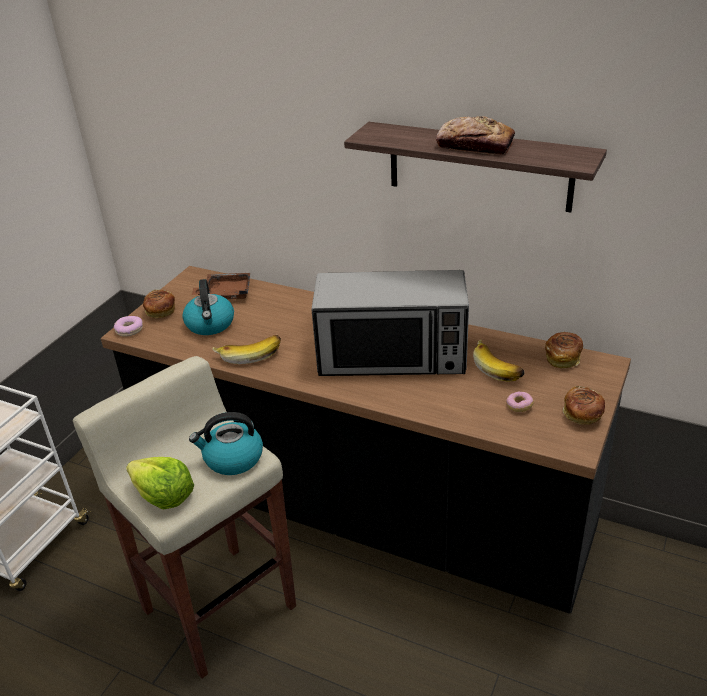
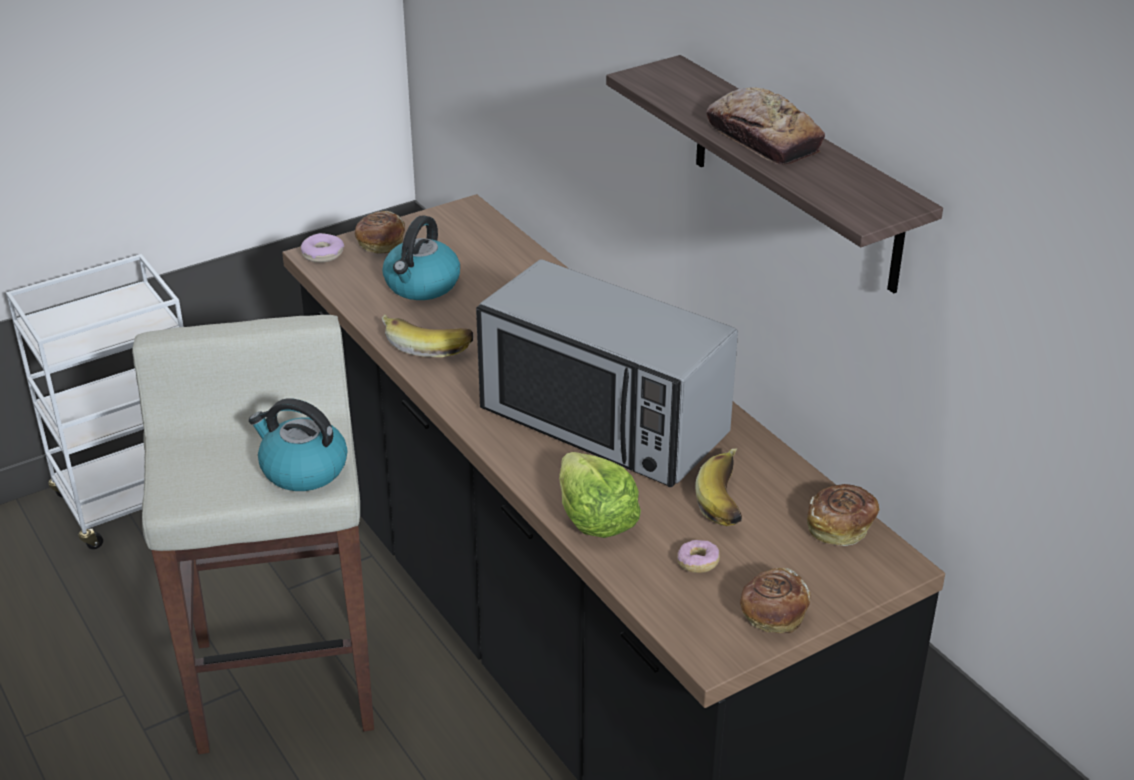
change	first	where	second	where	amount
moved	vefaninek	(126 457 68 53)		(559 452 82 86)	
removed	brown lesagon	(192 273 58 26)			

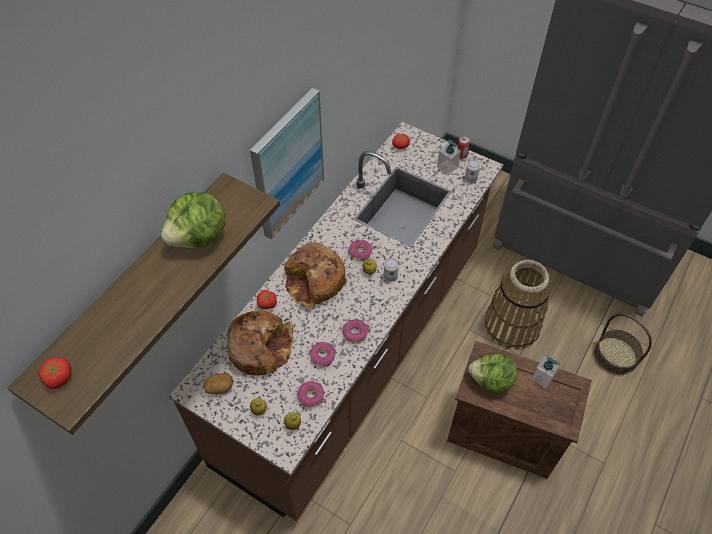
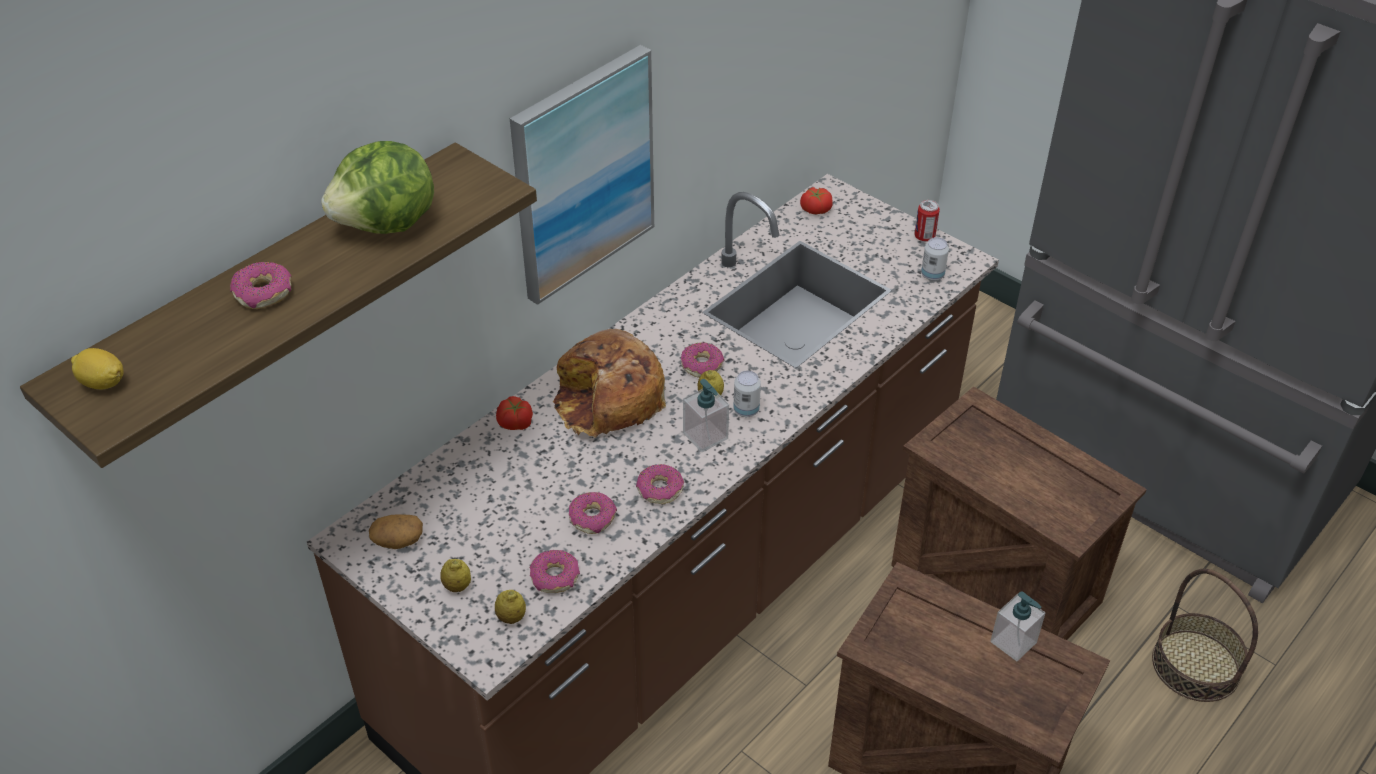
change	first	where	second	where	amount
replaced	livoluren	(39 357 33 32)	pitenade	(71 348 53 41)	
removed	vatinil	(227 311 67 65)			
moved	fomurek	(437 140 24 35)		(683 379 46 73)	
removed	vefaninek	(469 353 48 41)			
replaced	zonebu	(485 260 65 90)	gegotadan	(891 387 256 253)	
added			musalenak	(230 262 62 47)	

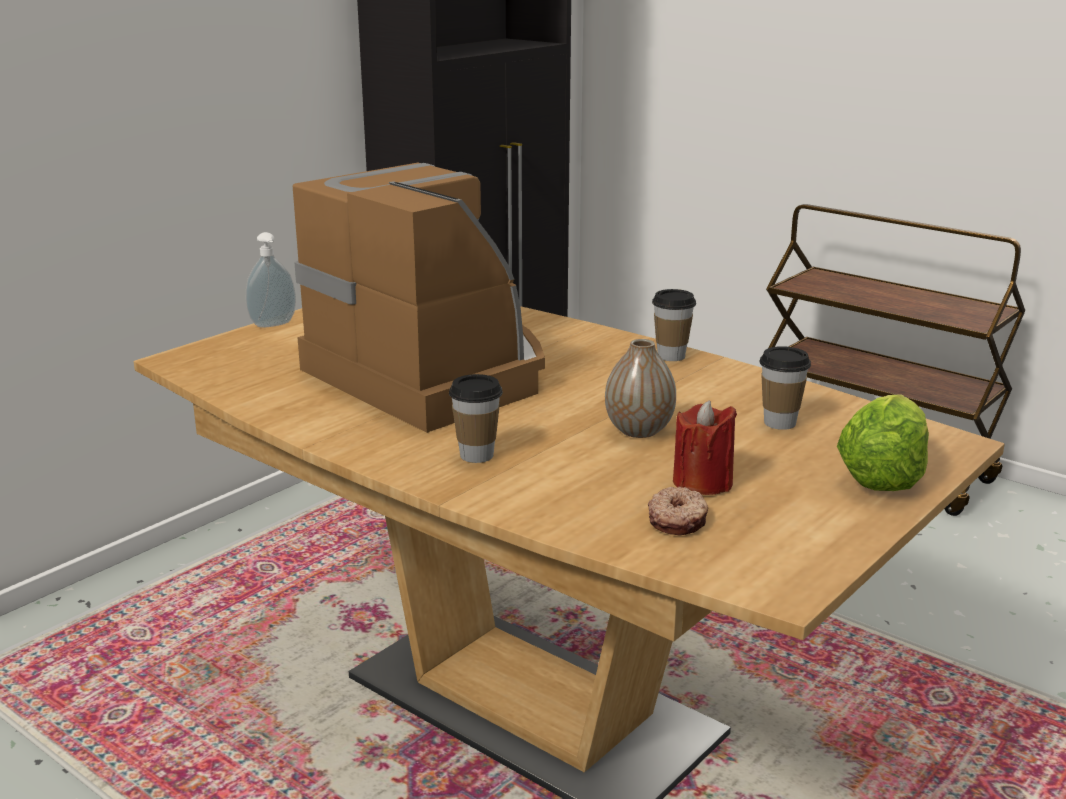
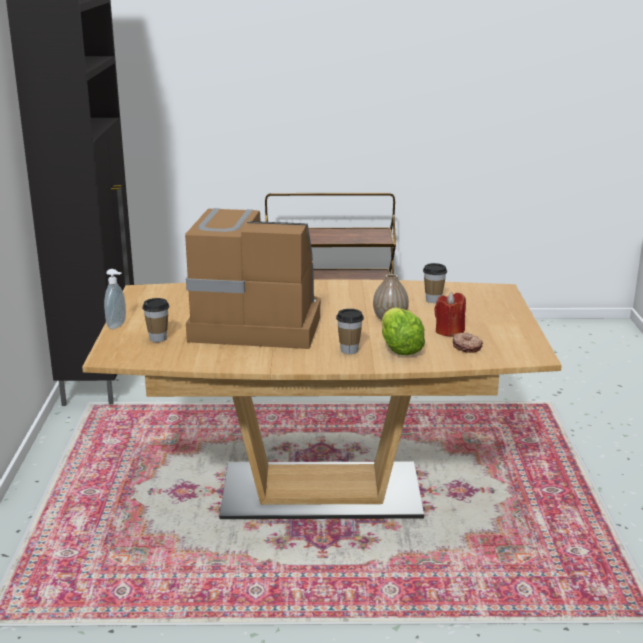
change	first	where	second	where	amount
moved	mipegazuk	(652 289 44 72)		(142 298 28 44)	
moved	vefaninek	(837 394 92 97)		(382 307 43 48)	

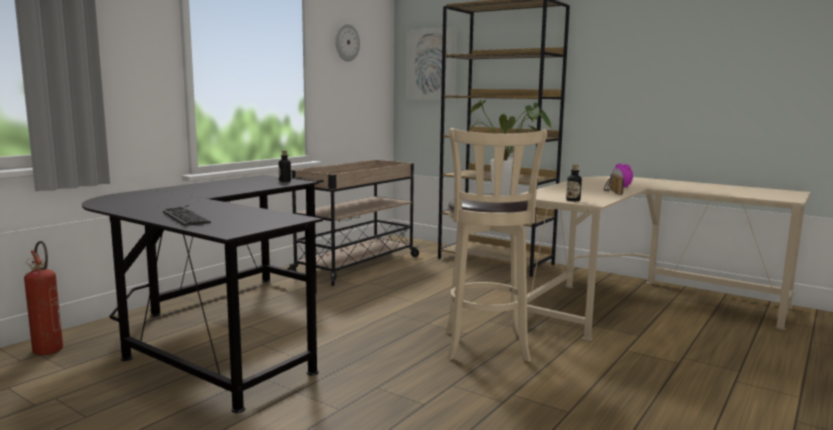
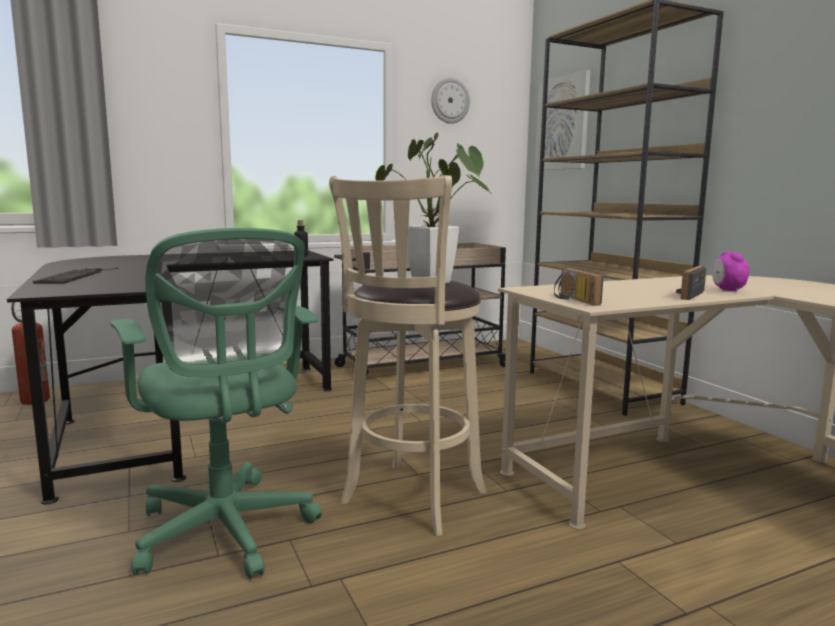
change	first	where	second	where	amount
replaced	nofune	(566 164 16 37)	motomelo	(554 268 49 38)	
added			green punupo	(110 228 212 351)	

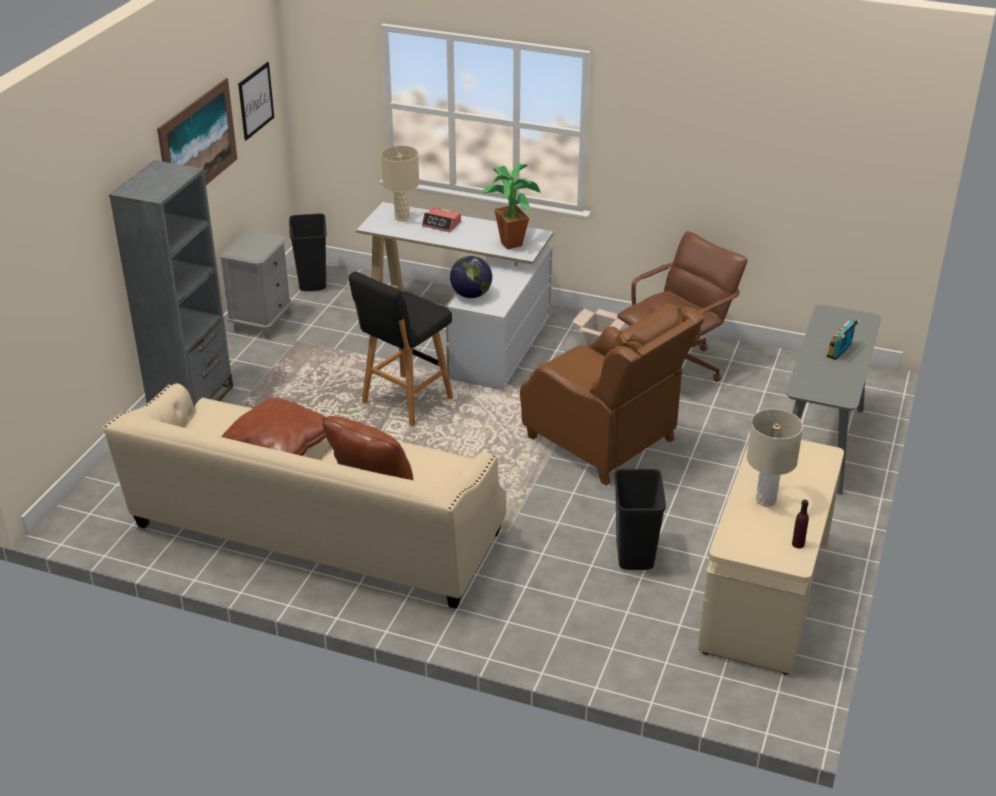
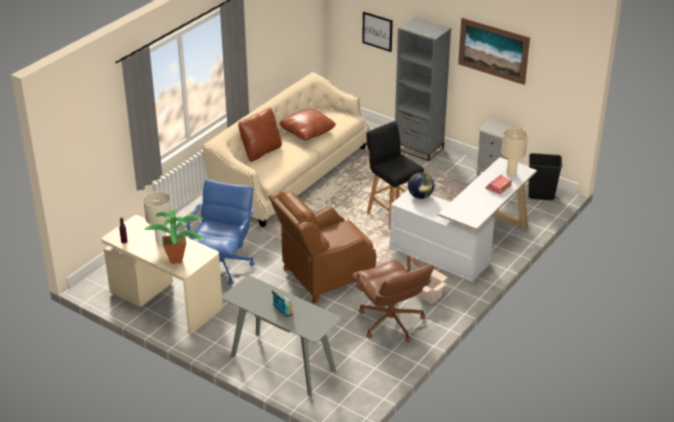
change	first	where	second	where	amount
moved	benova	(238 62 36 78)		(362 11 31 41)	
moved	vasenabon	(481 164 60 86)		(144 209 60 55)	
replaced	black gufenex	(614 469 52 101)	blue punupo	(187 180 68 105)	

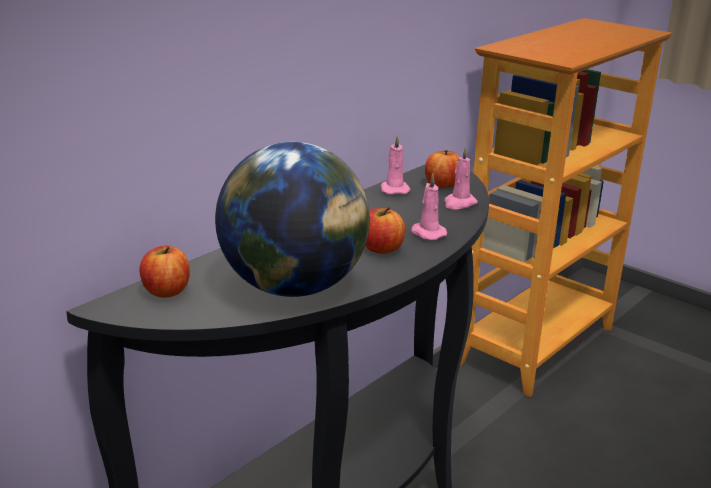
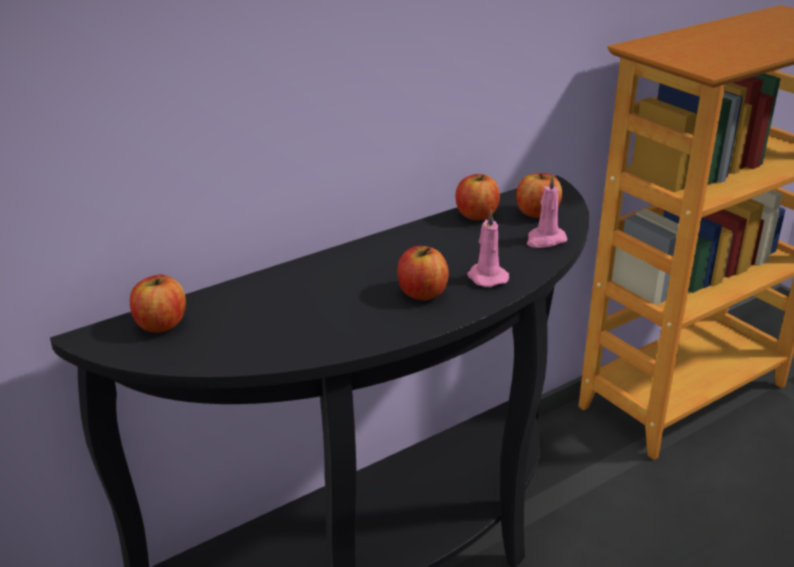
change	first	where	second	where	amount
removed	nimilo	(215 142 155 155)			
replaced	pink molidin	(380 134 31 61)	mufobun	(456 174 44 46)	

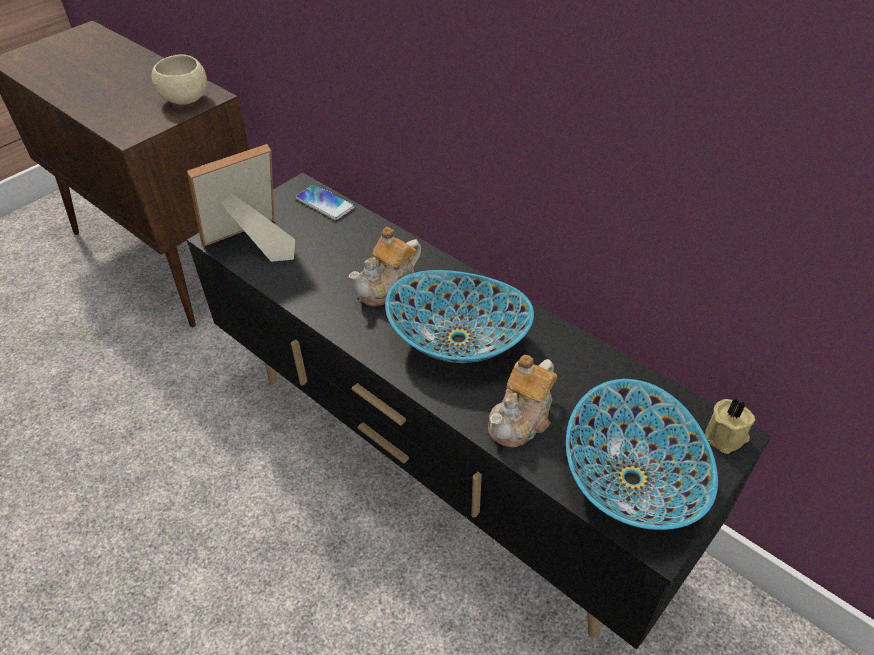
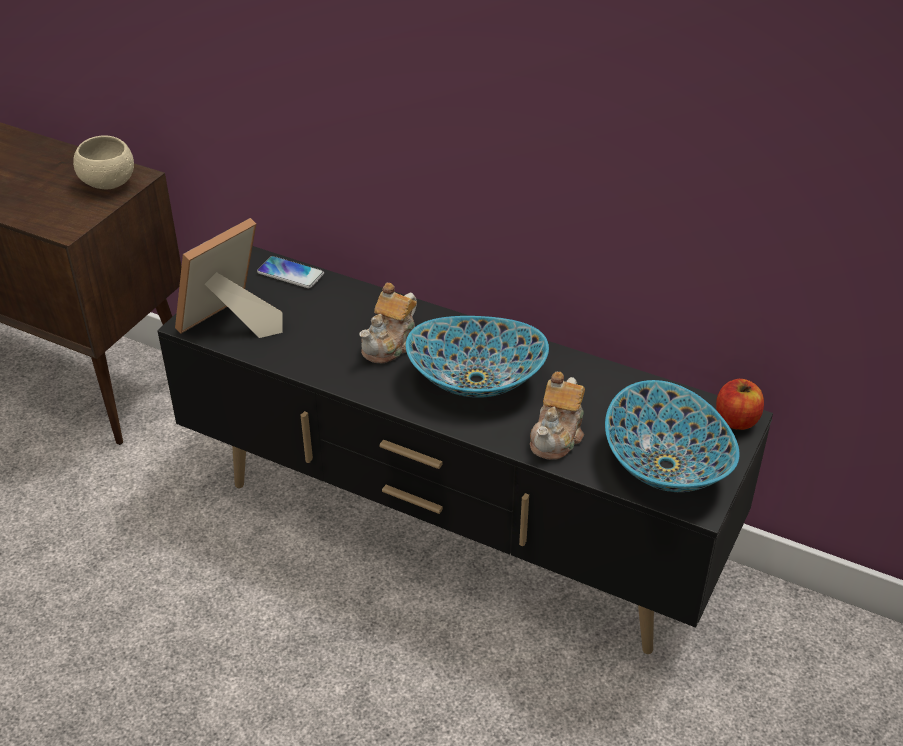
change	first	where	second	where	amount
replaced	beige molidin	(705 399 50 55)	mufobun	(716 379 48 51)	

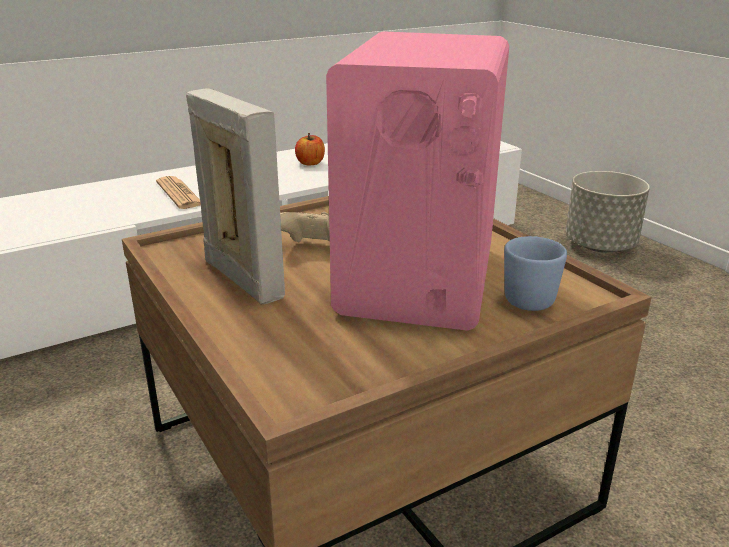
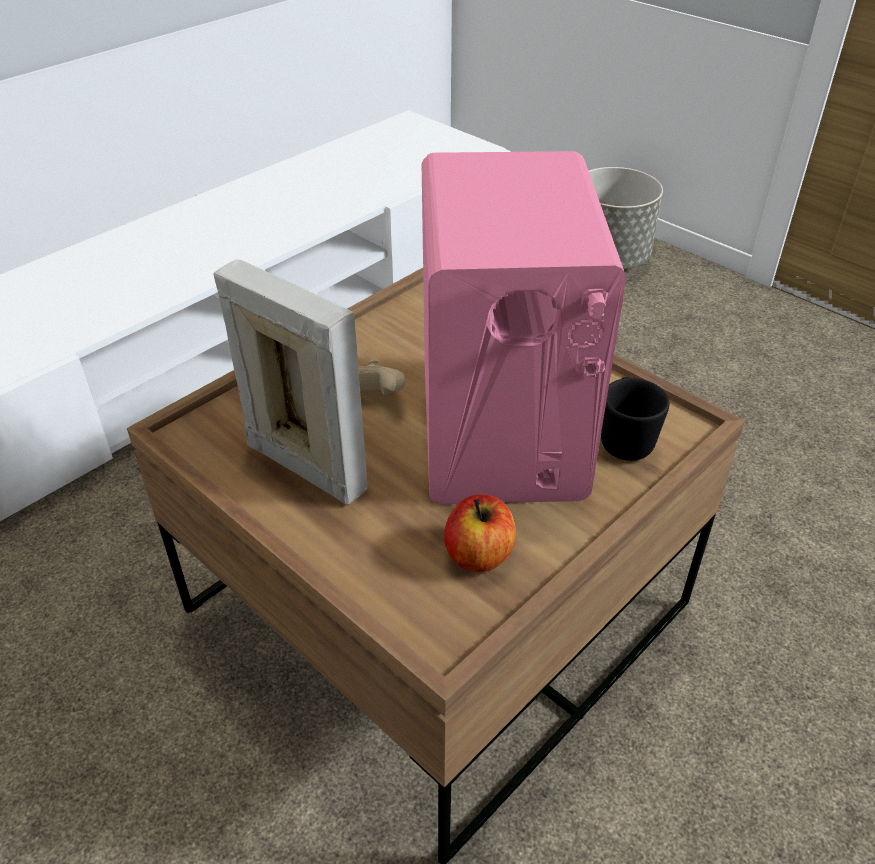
change	first	where	second	where	amount
removed	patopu	(156 176 45 33)			
moved	mufobun	(295 133 30 32)		(444 494 72 79)	
recoloured	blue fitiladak	(504 236 63 75)	black fitiladak	(601 377 68 84)	

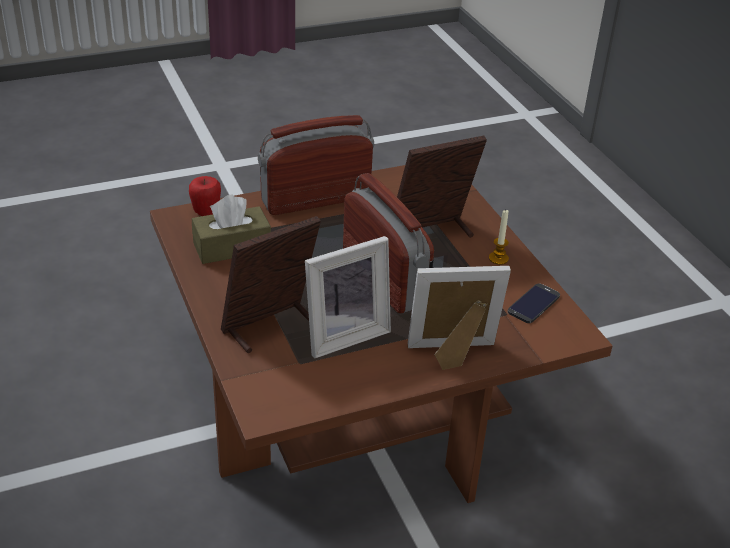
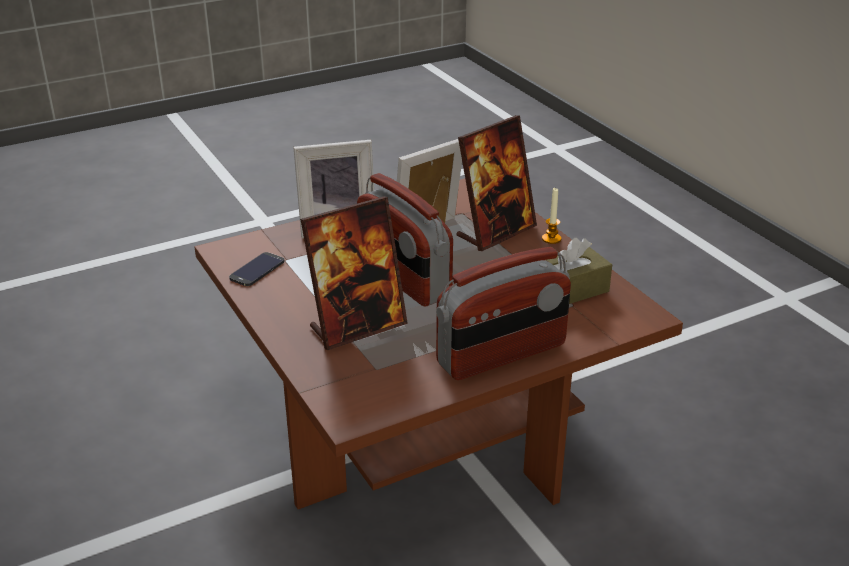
change	first	where	second	where	amount
removed	mufobun	(189 176 32 40)			
moved	molidin	(489 210 20 55)		(542 188 19 56)	

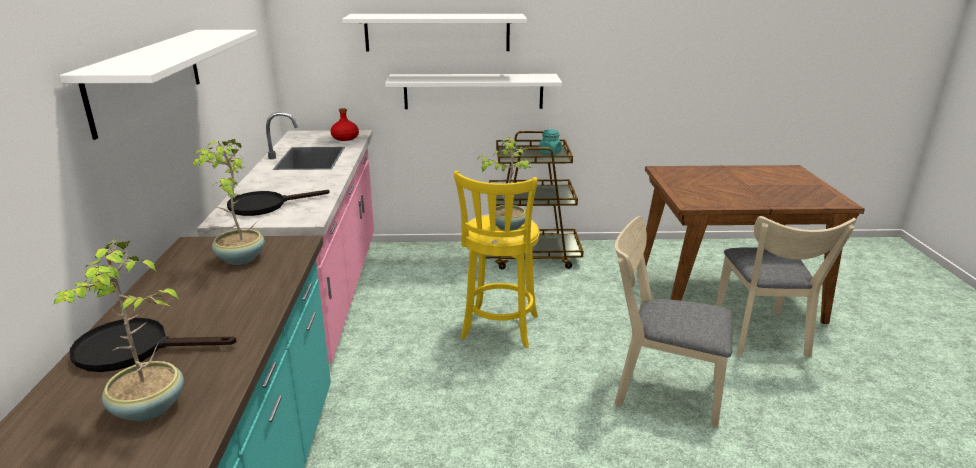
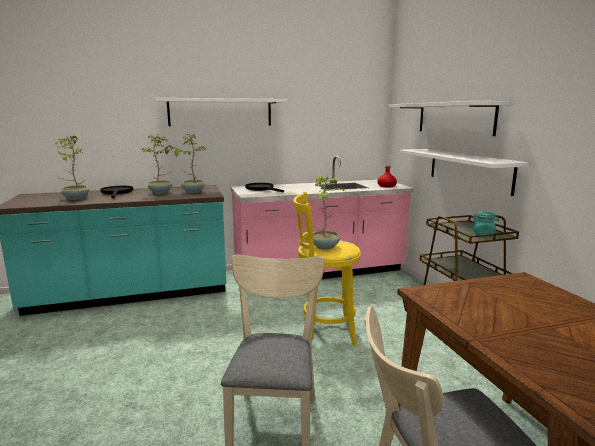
change	first	where	second	where	amount
added			vasenabon	(142 134 31 60)	

